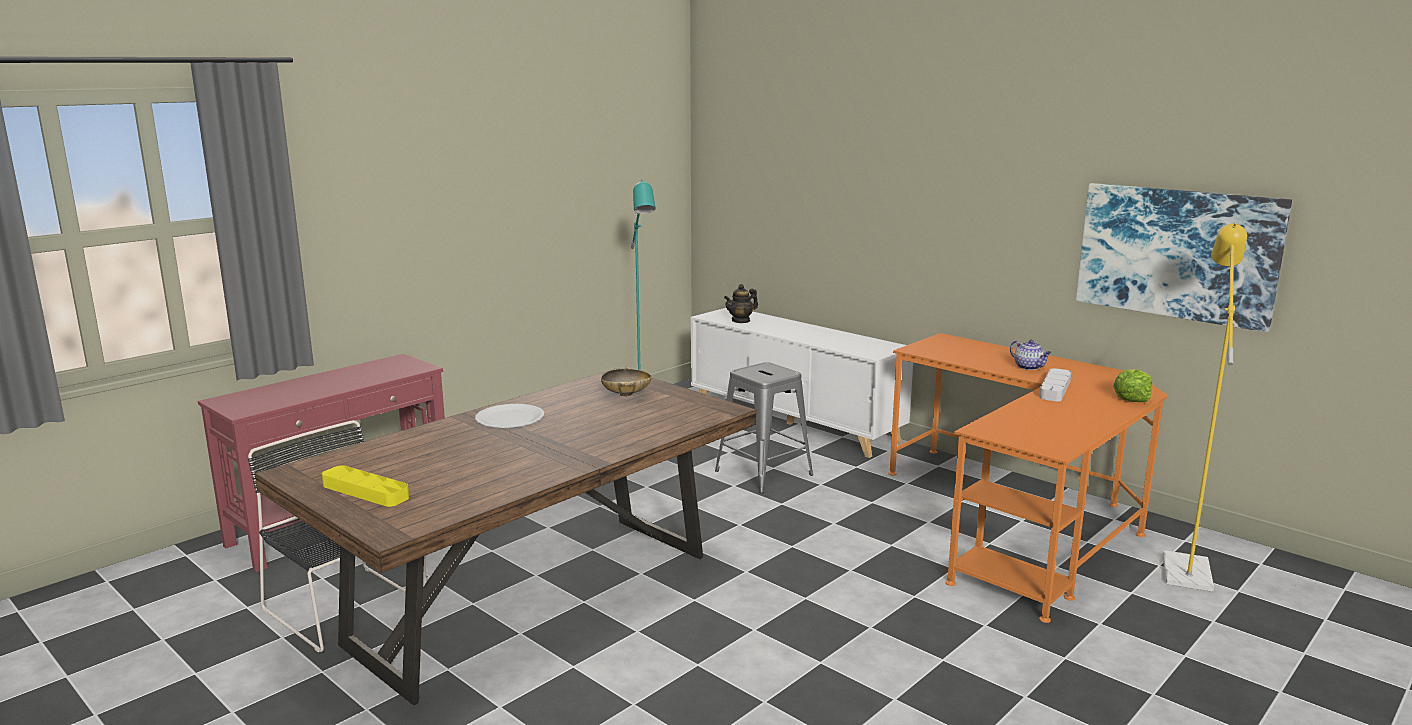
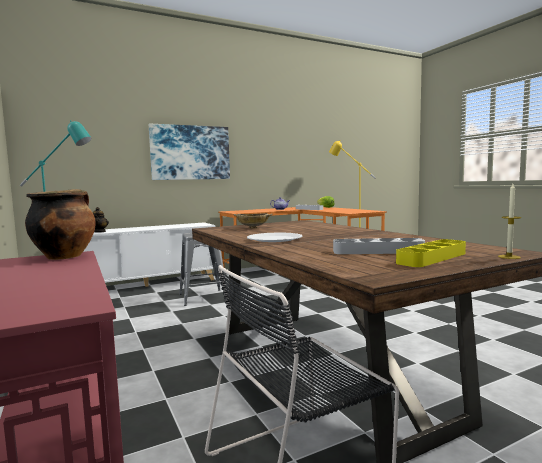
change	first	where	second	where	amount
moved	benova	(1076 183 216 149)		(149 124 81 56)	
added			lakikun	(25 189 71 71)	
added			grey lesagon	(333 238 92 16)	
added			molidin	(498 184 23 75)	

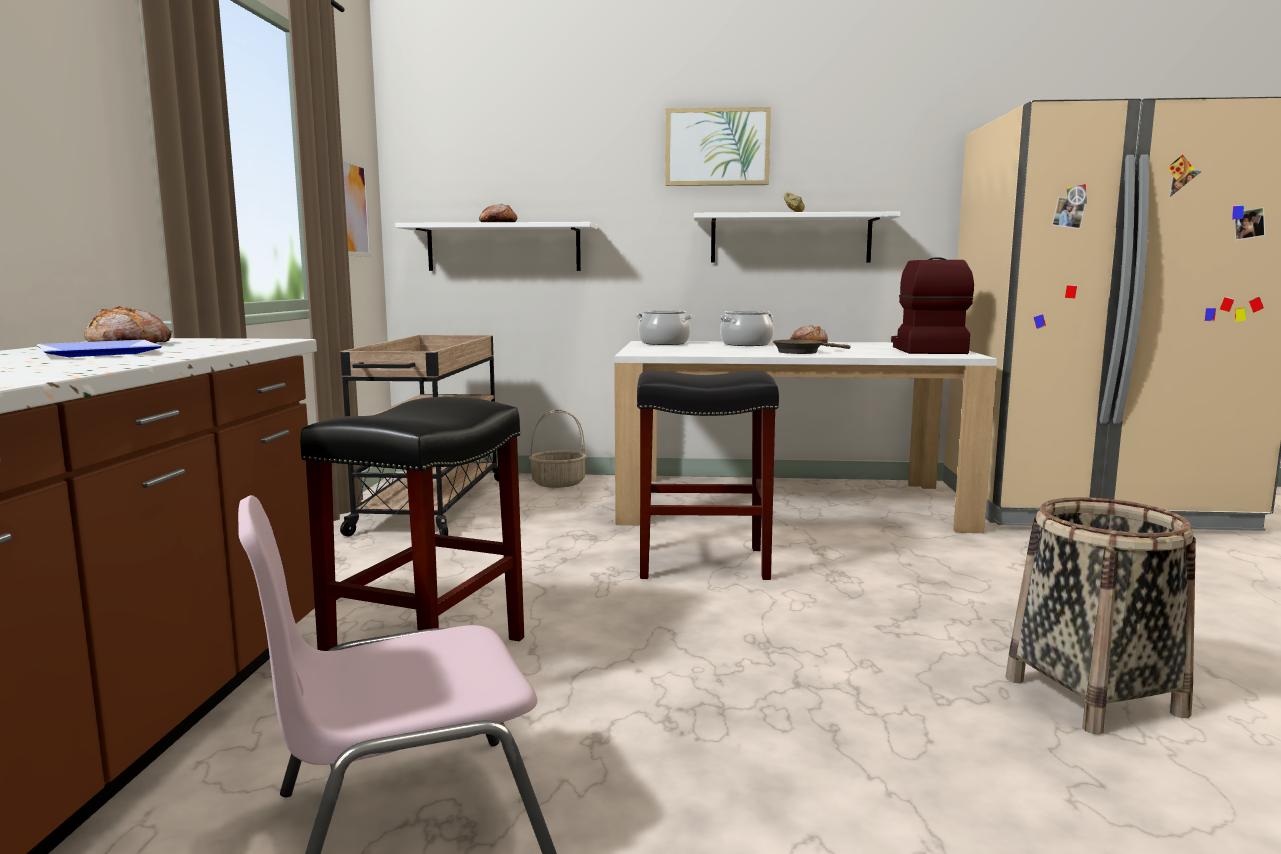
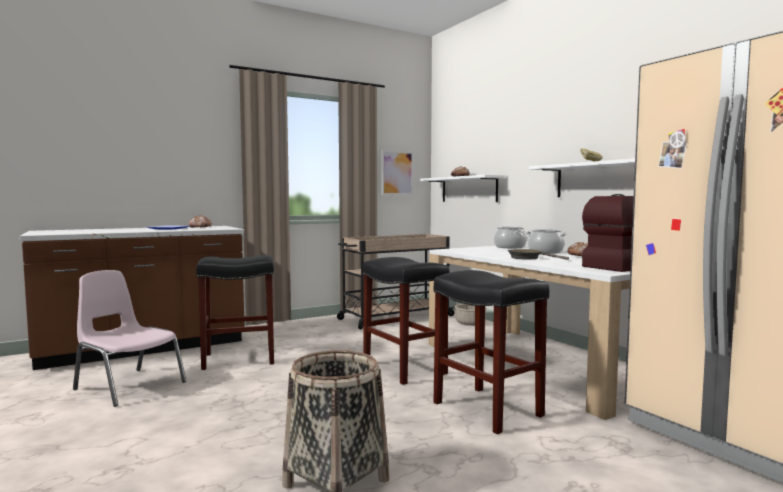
change	first	where	second	where	amount
removed	benova	(665 107 106 79)			
added			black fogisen	(434 270 115 164)	

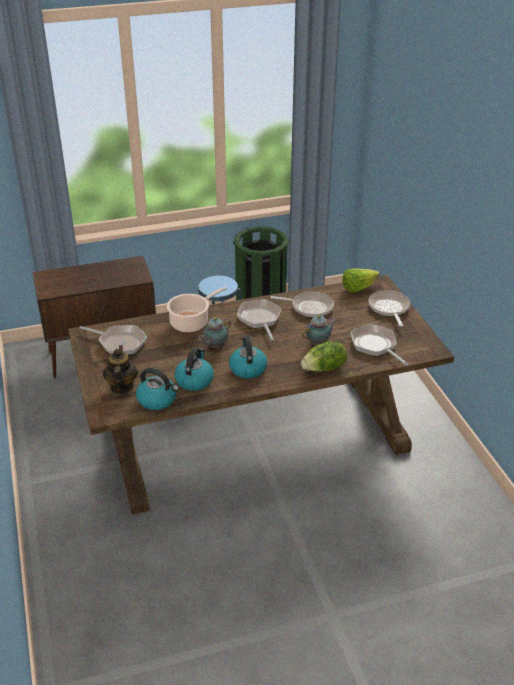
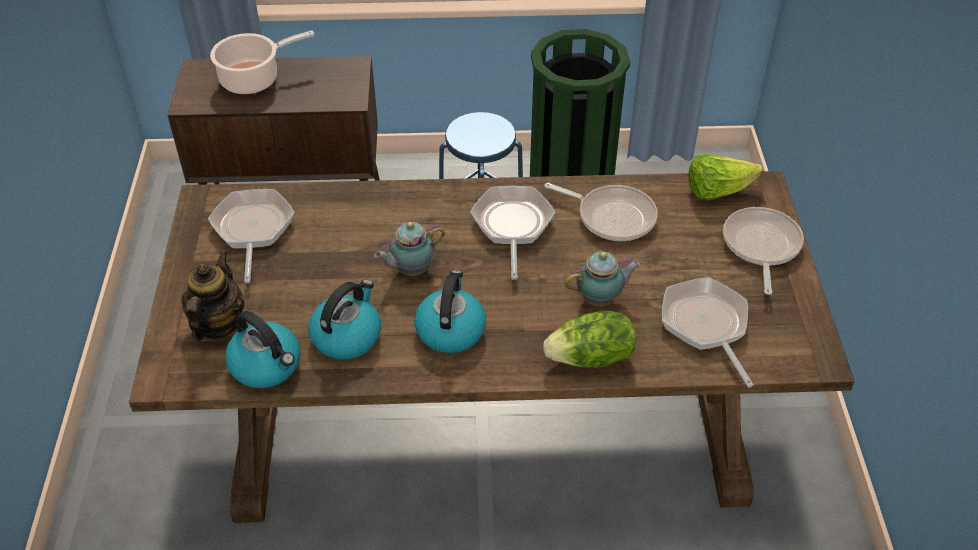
change	first	where	second	where	amount
turned	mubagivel	(79 325 68 30)		(208 189 87 94)	135 degrees counterclockwise
moved	lakikun	(167 286 60 46)		(210 31 105 63)	

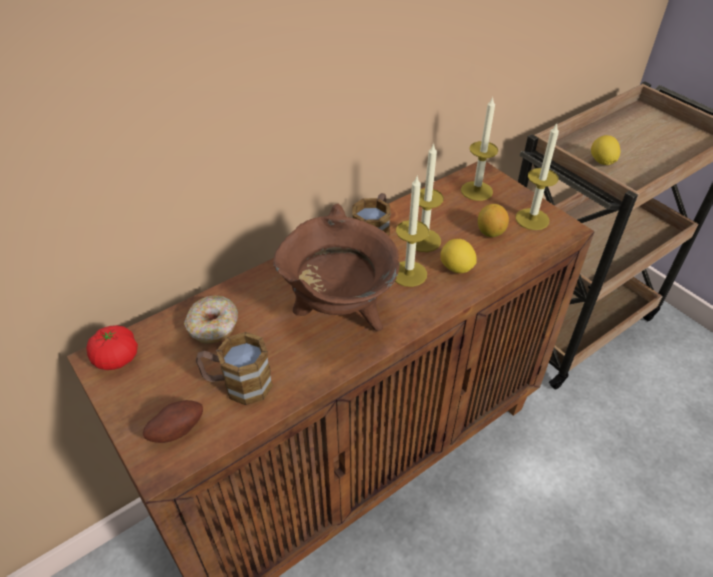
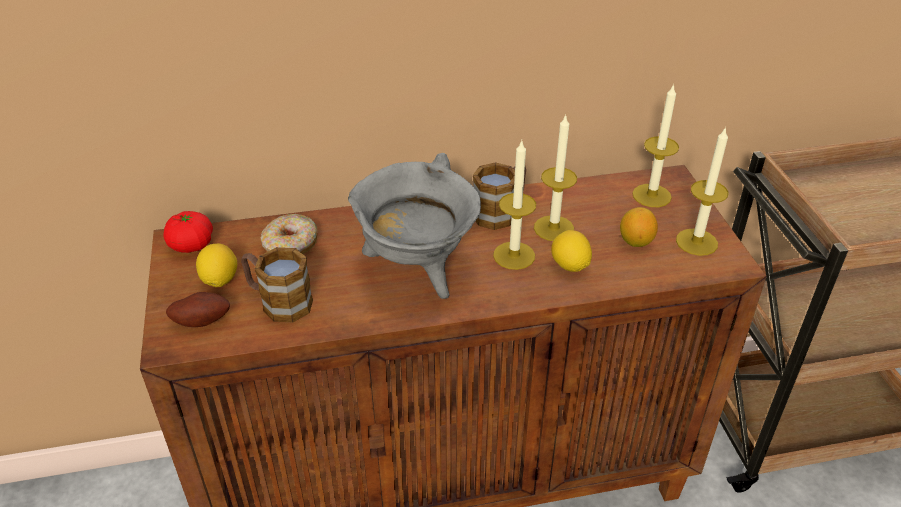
change	first	where	second	where	amount
recoloured	brown lakikun	(273 204 127 128)	grey lakikun	(348 153 133 146)	
moved	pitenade	(591 135 29 30)		(196 244 41 43)	

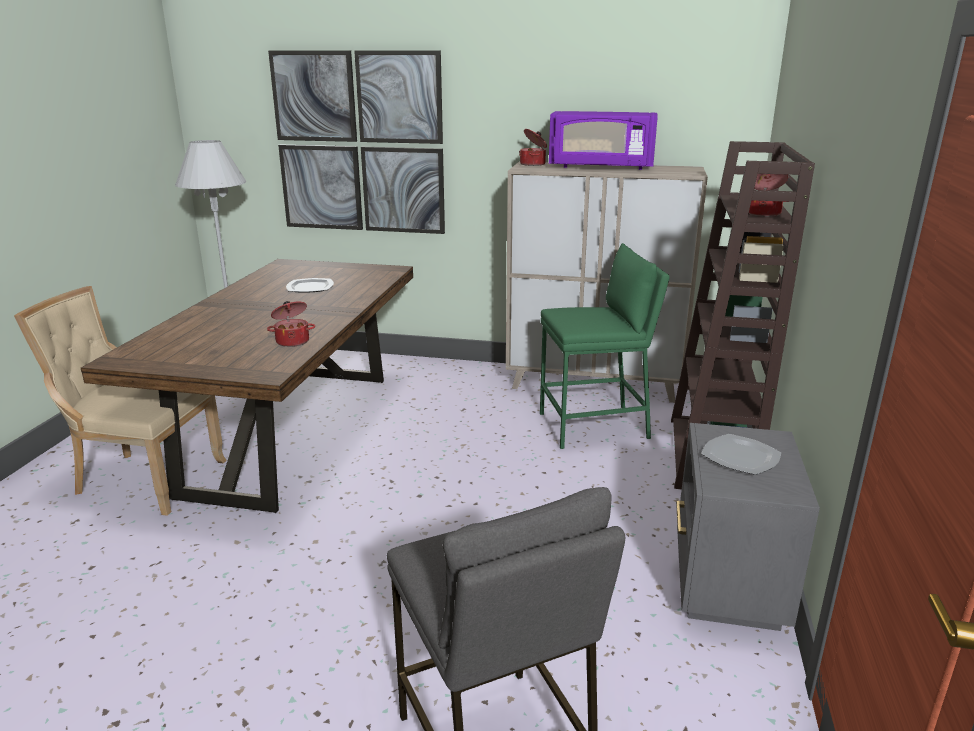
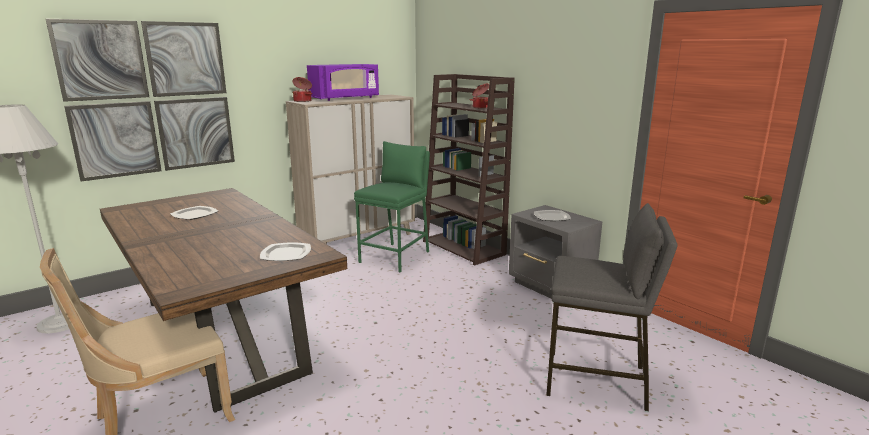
change	first	where	second	where	amount
removed	lakikun	(267 301 48 46)			
added			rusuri	(260 242 51 19)	

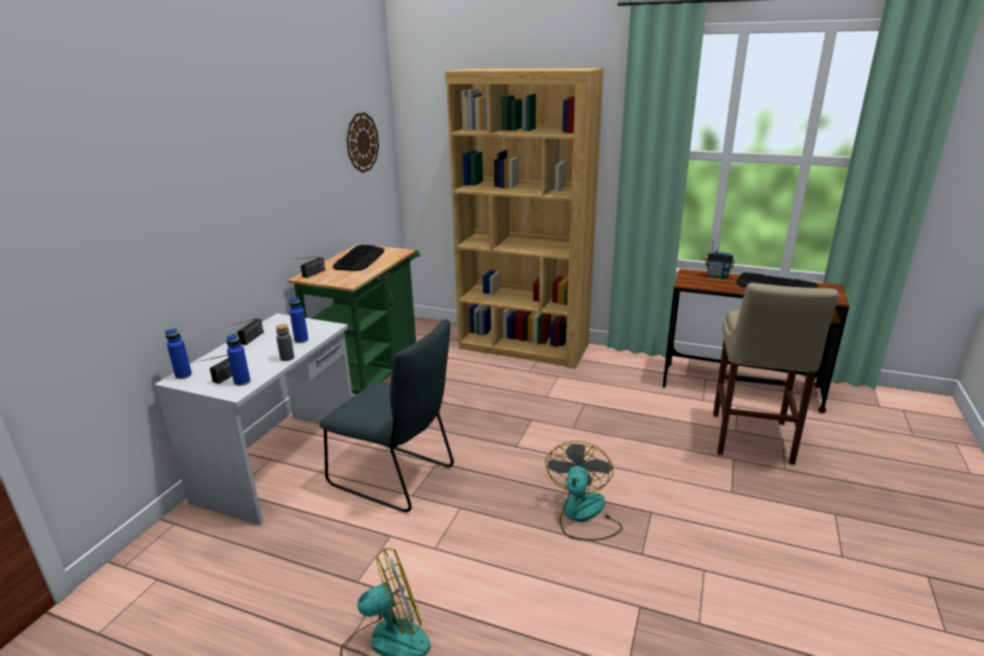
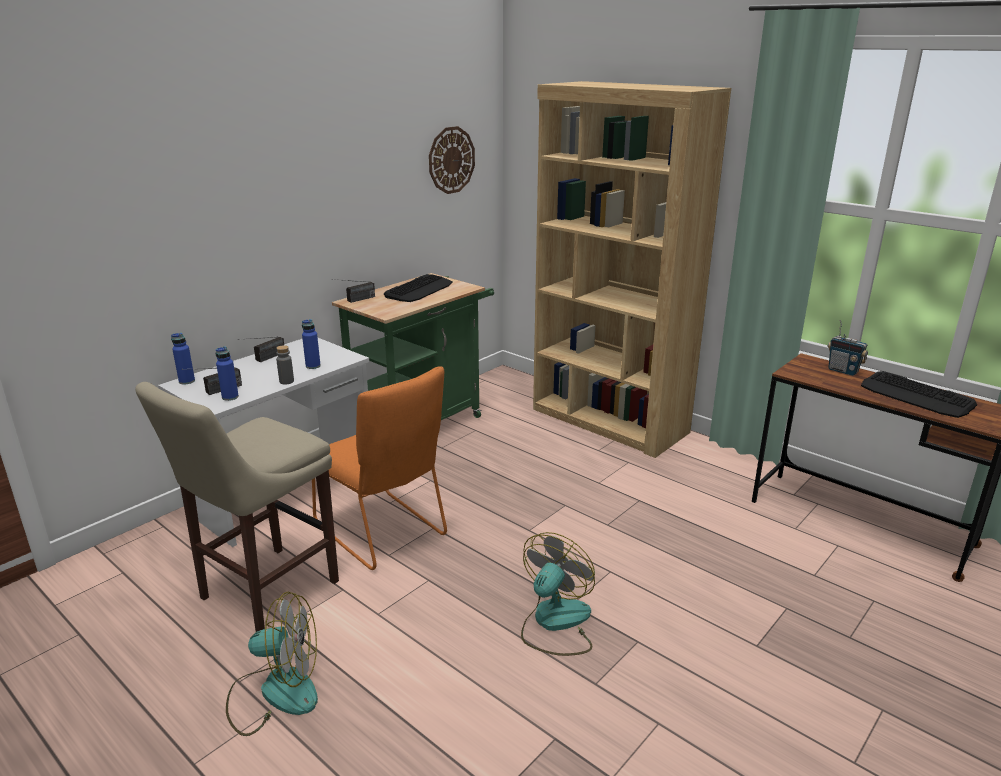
change	first	where	second	where	amount
recoloured	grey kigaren	(320 319 134 193)	orange kigaren	(312 366 135 204)	
moved	beige fogisen	(713 283 126 182)		(135 382 204 250)	

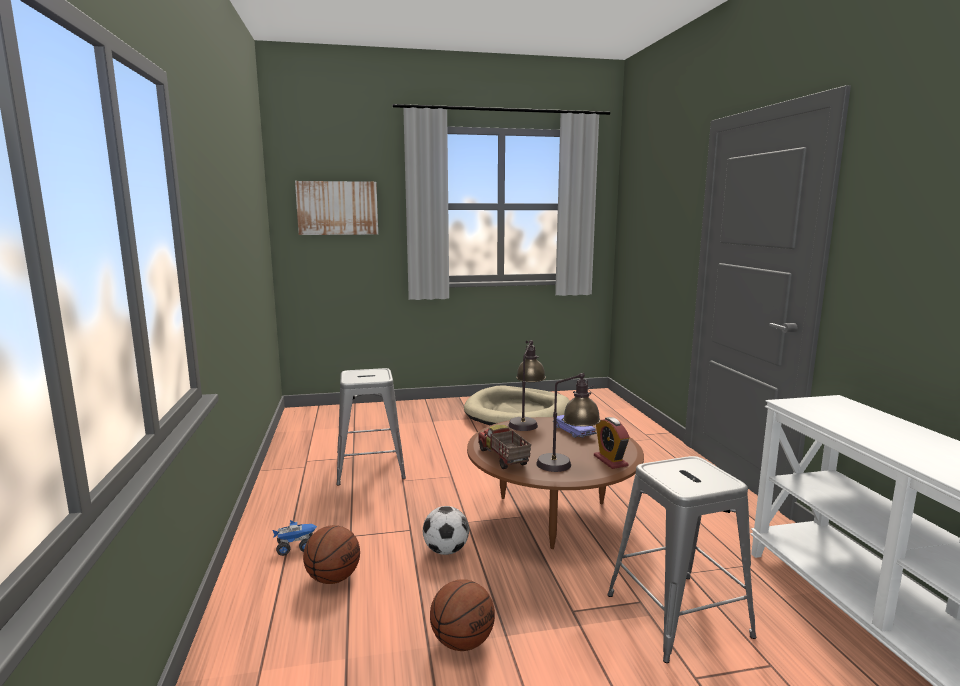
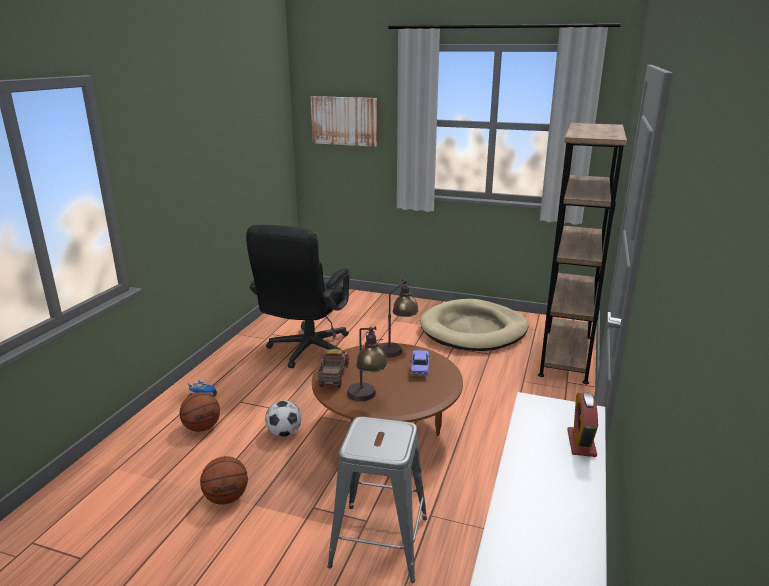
change	first	where	second	where	amount
replaced	grey fogisen	(336 368 70 117)	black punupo	(246 225 104 143)	
moved	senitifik	(594 417 36 52)		(567 392 31 65)	
added			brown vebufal	(538 123 89 261)	

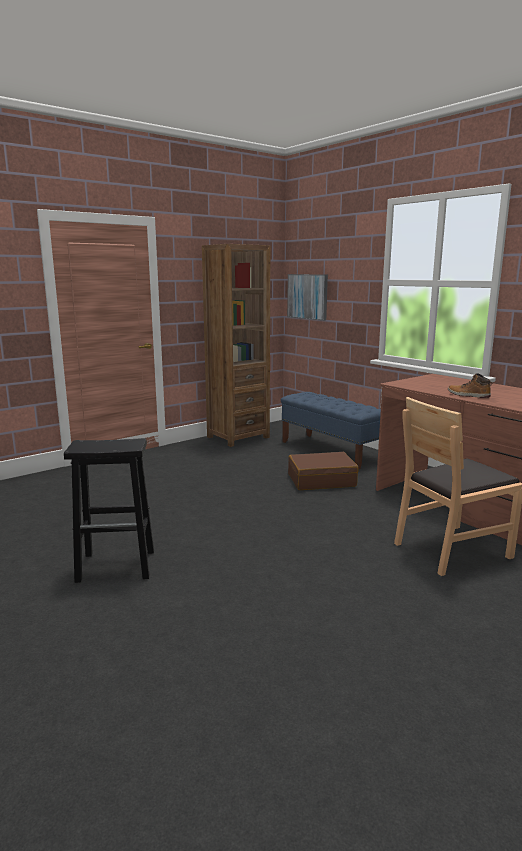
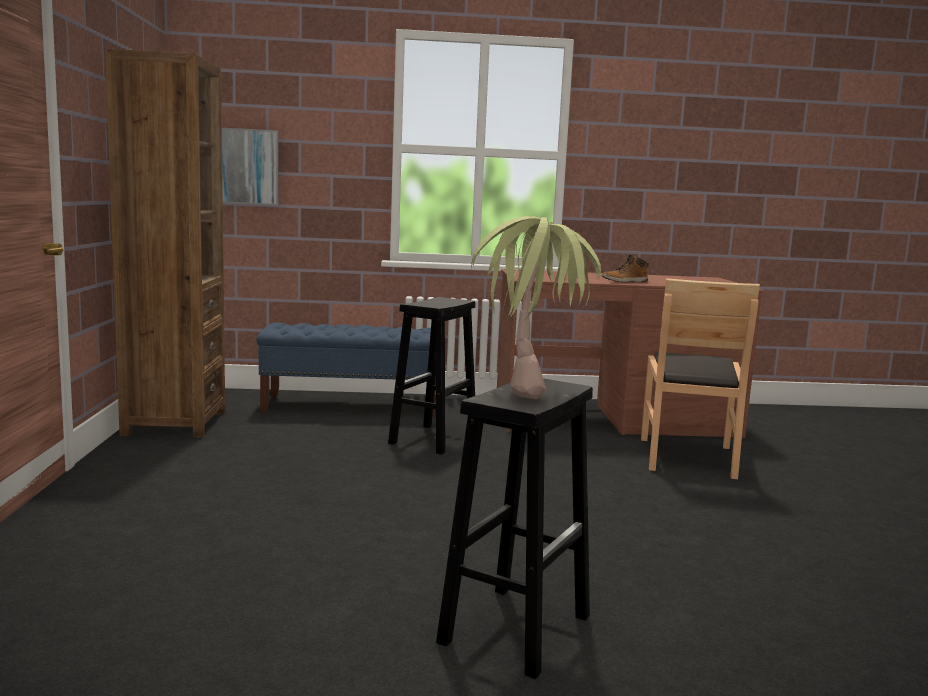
change	first	where	second	where	amount
replaced	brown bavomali	(288 452 70 38)	black fogisen	(388 297 87 158)	
added			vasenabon	(471 216 130 183)	

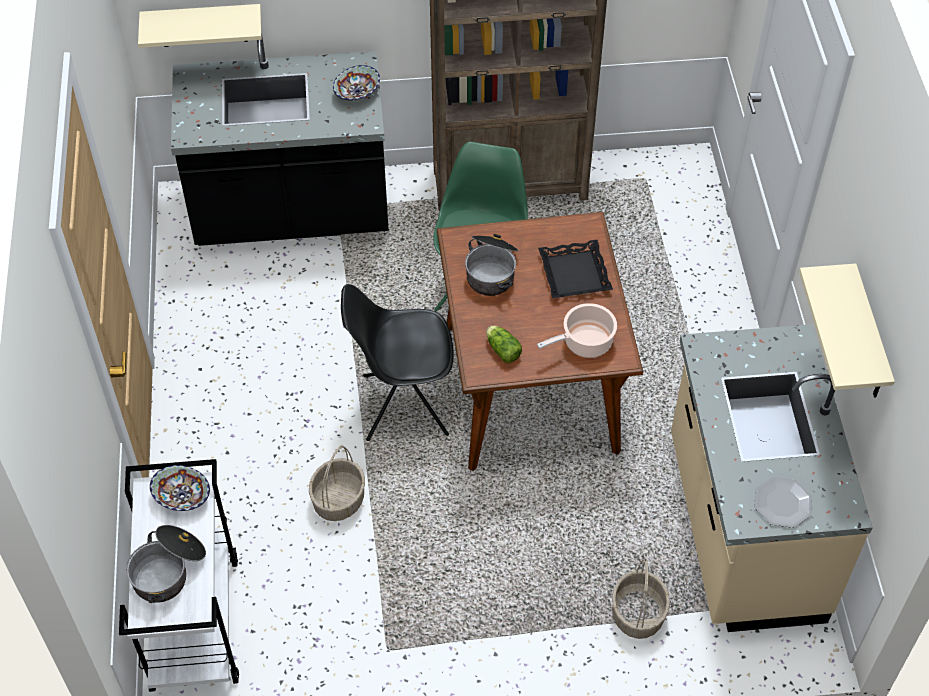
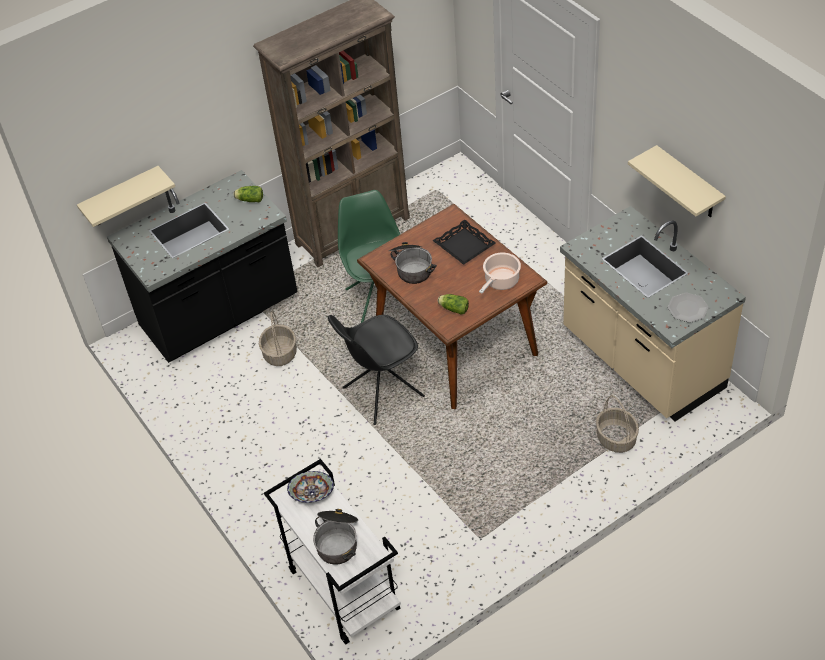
change	first	where	second	where	amount
moved	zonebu	(309 446 56 75)		(259 311 38 55)	
replaced	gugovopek	(333 65 47 36)	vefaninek	(234 186 29 16)	

